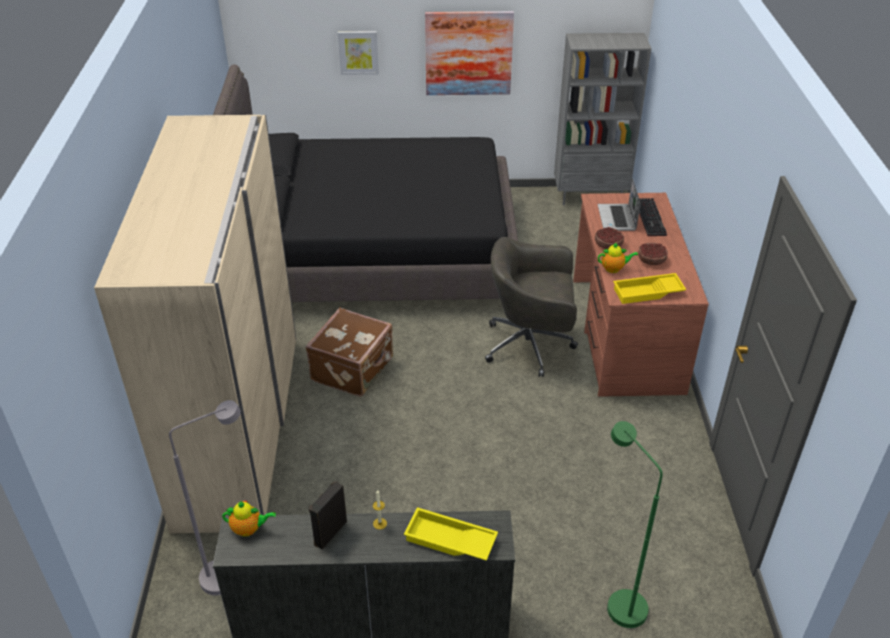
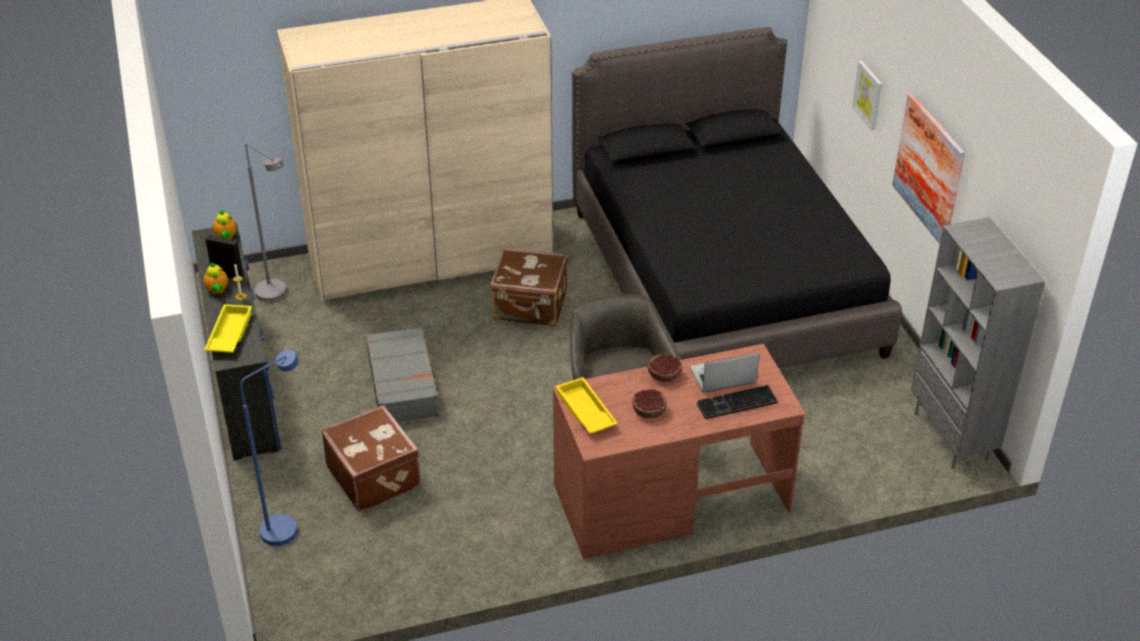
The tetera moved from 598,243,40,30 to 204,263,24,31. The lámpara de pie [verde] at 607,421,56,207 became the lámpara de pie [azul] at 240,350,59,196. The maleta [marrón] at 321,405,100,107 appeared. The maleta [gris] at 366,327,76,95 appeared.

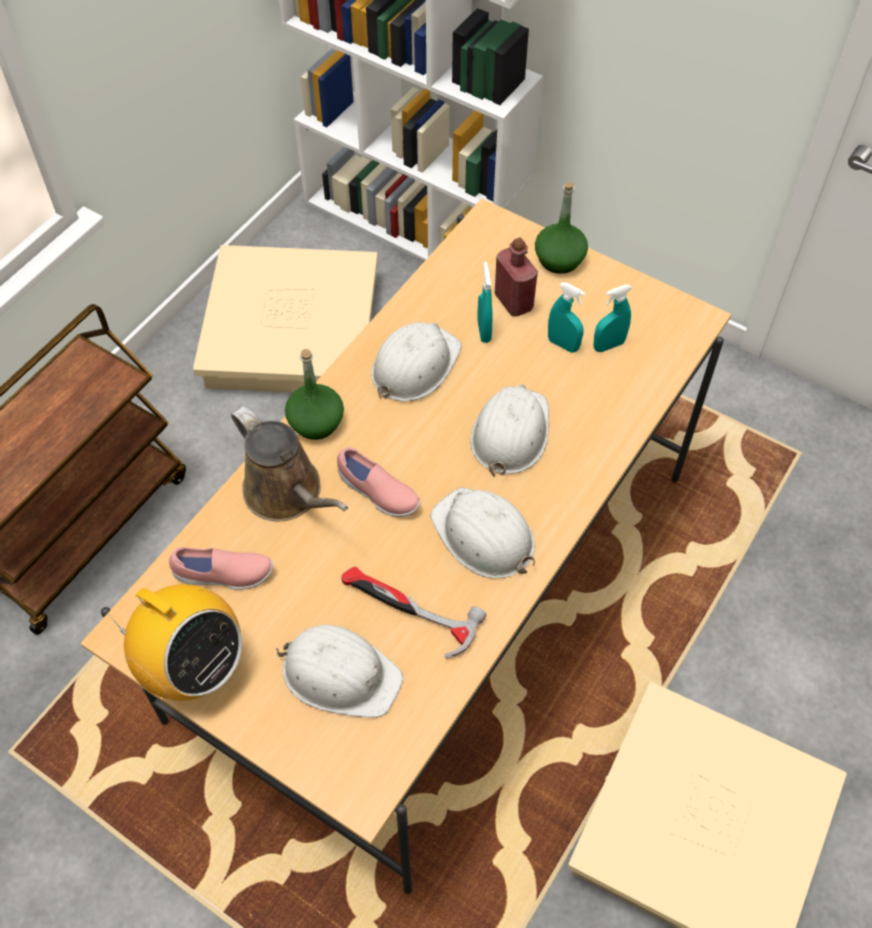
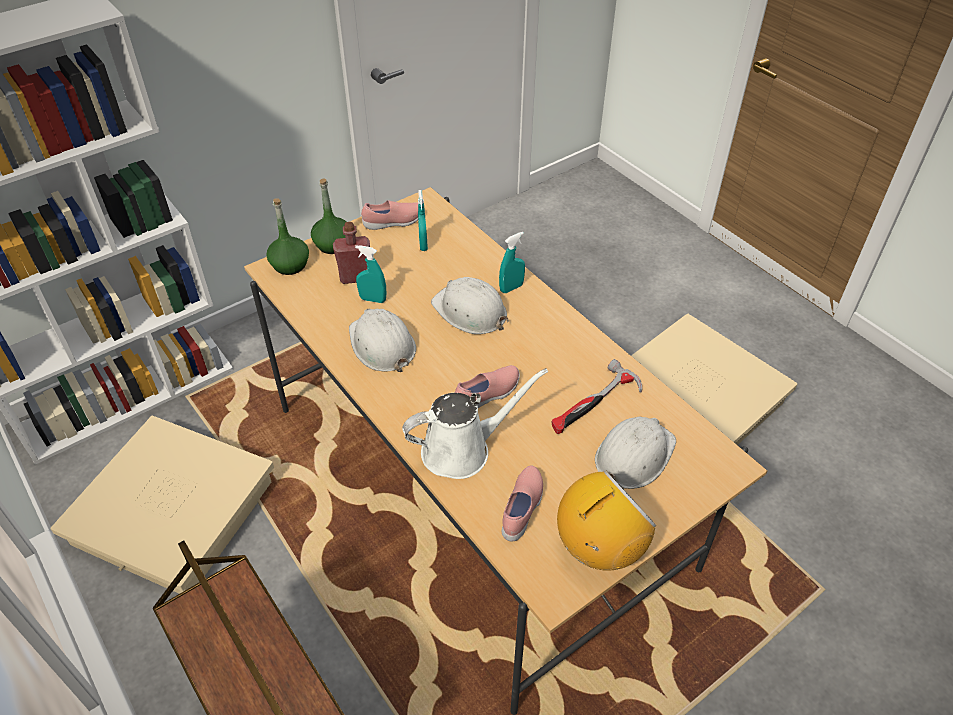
The regadera [marrón] at 231,406,117,115 became the regadera [blanco] at 402,368,146,111. The botella [verde] moved from 285,349,59,91 to 266,199,43,76. The casco [blanco] at 430,488,105,90 disappeared. The pulverizador [turquesa] moved from 548,282,37,70 to 499,232,26,61. The zapato [rosa] at 361,200,57,30 appeared.

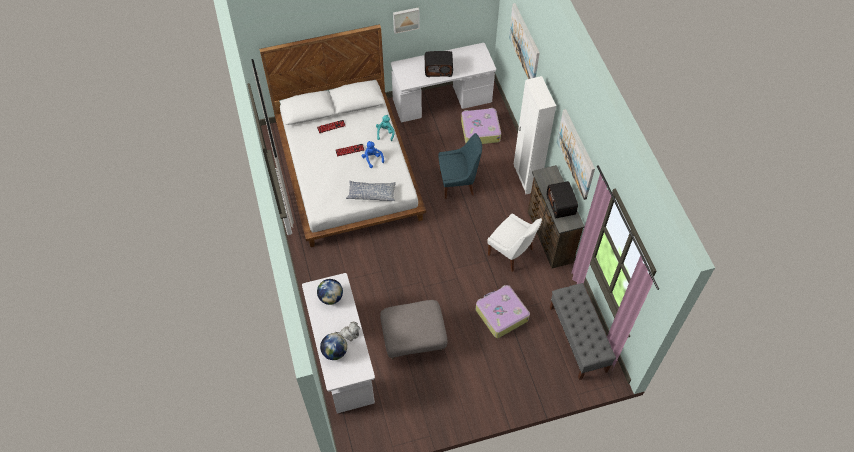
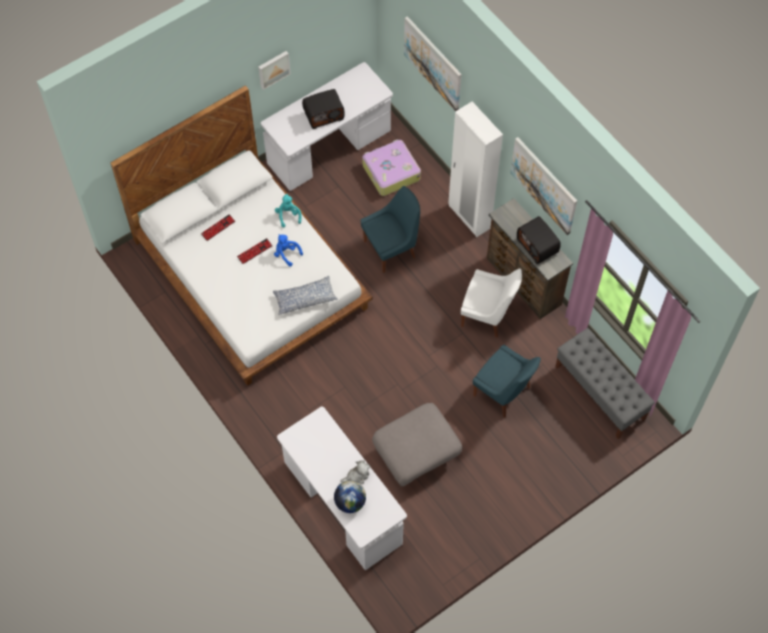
The globo terráqueo at 317,279,26,26 disappeared. The maleta at 476,285,54,53 was replaced by the silla [azul] at 473,345,68,73.

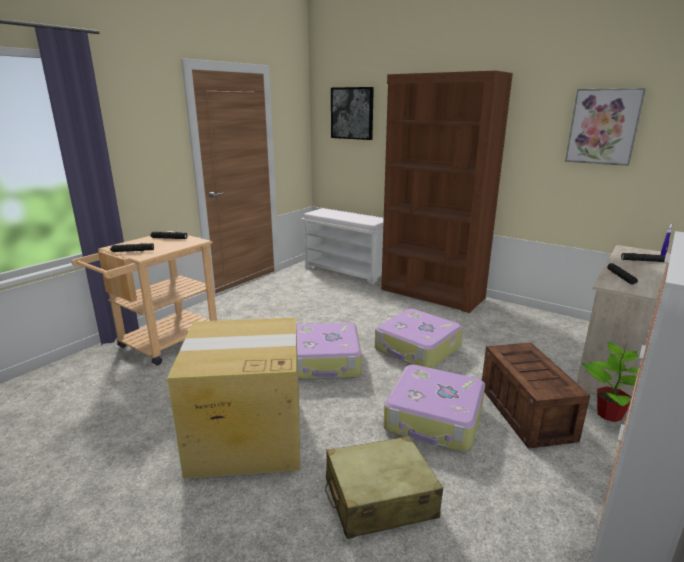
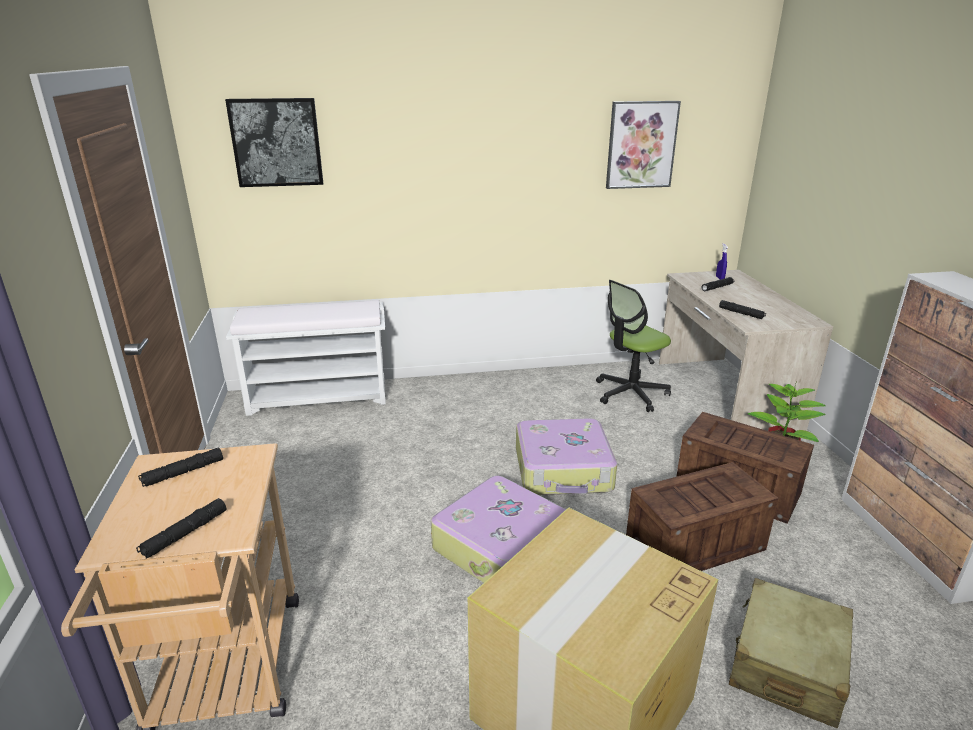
The estantería [marrón] at 381,71,132,242 disappeared. The maleta at 383,365,102,87 was replaced by the caja de embalaje at 626,462,153,109. The silla de oficina at 596,280,75,132 appeared.

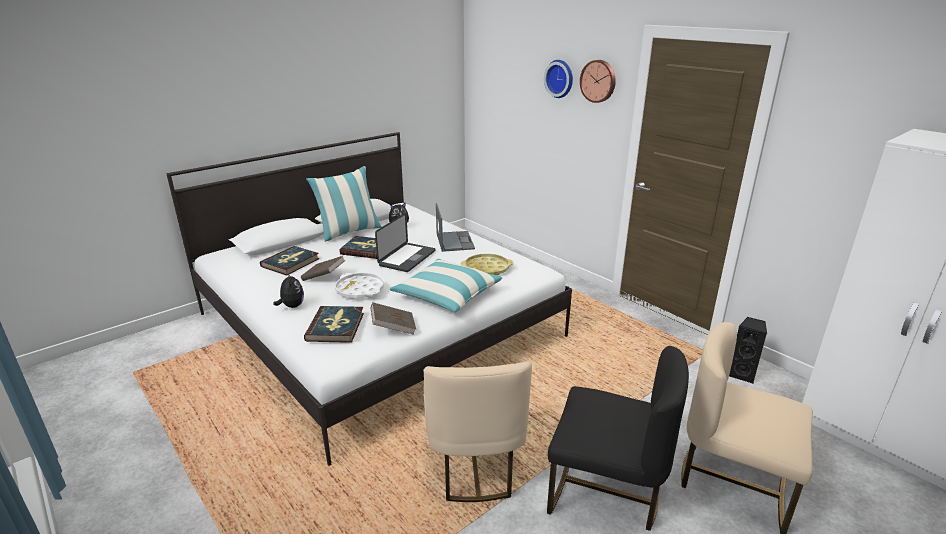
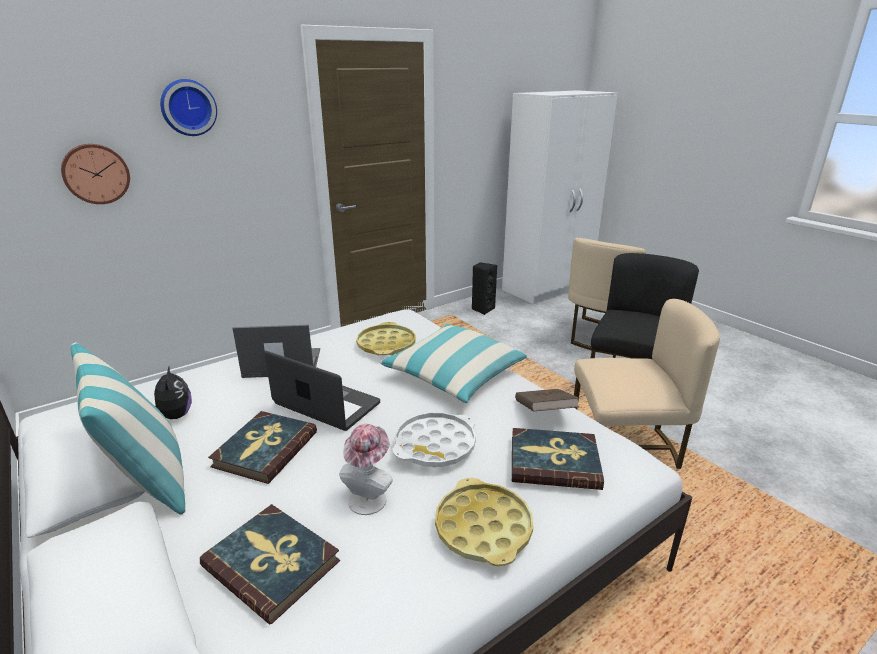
The peluche at 273,275,31,33 was replaced by the bandeja [amarillo] at 435,478,98,88. The libro [marrón] at 301,256,44,25 was replaced by the sombrero at 340,424,53,91. The reloj de pared moved from 580,60,36,43 to 61,144,69,60.

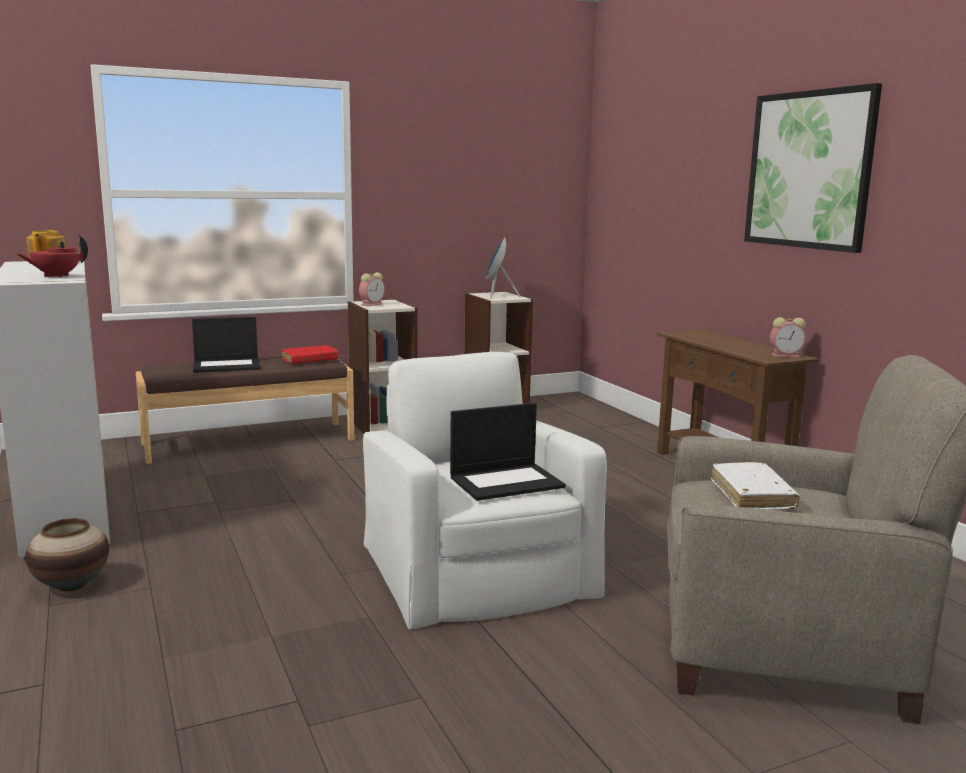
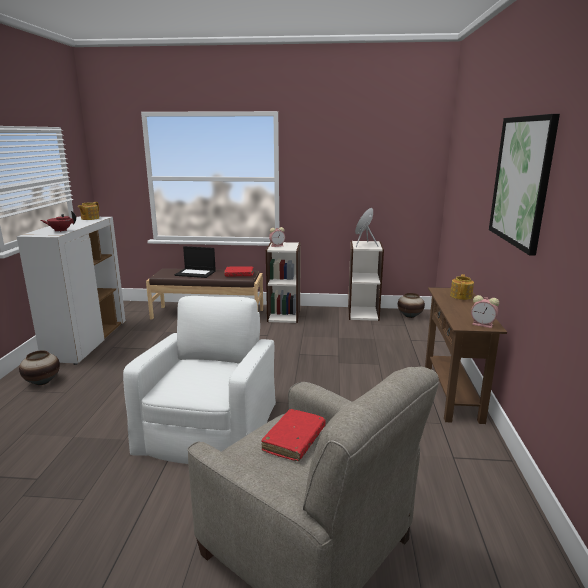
The portátil at 450,403,116,98 disappeared. The libro [blanco] at 711,462,89,48 became the libro [rojo] at 261,409,65,52. The florero at 398,293,27,25 appeared. The tetera at 450,274,24,26 appeared.

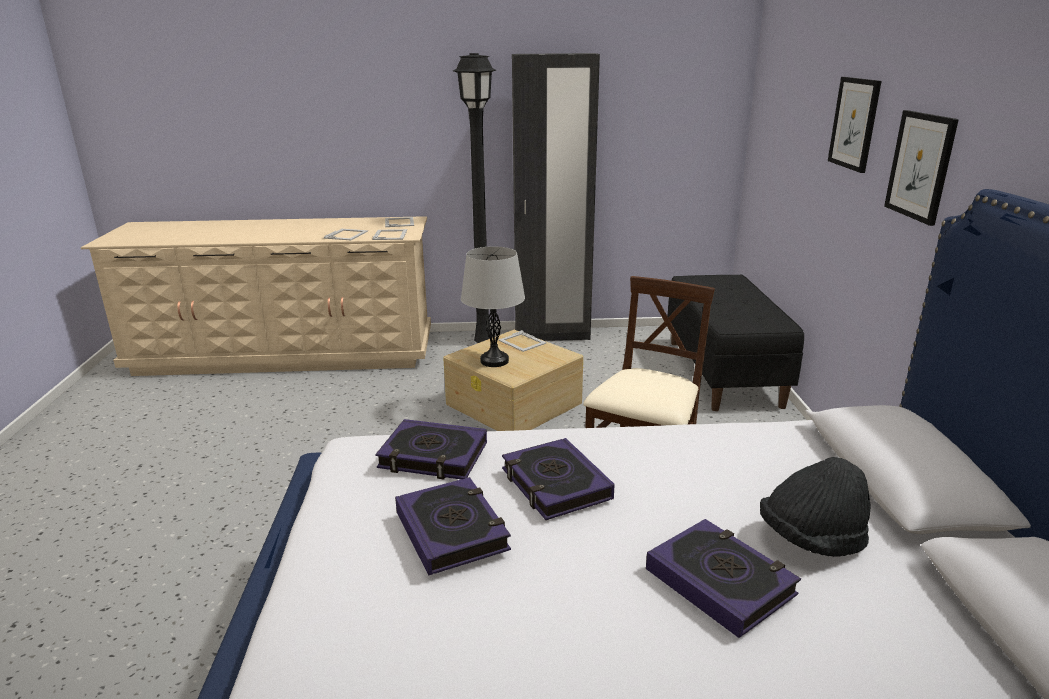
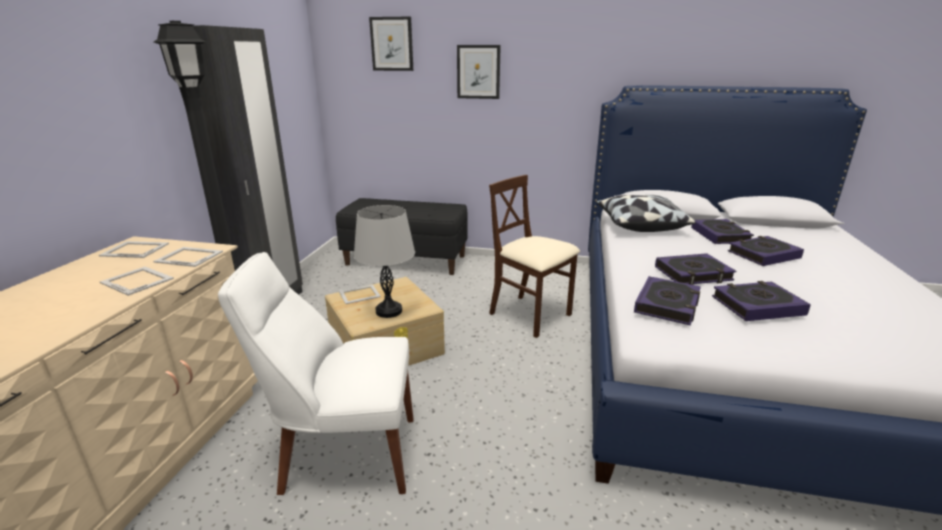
The sombrero [negro] at 760,457,110,100 was replaced by the libro at 691,219,63,25. The cuadro moved from 884,110,75,116 to 369,17,44,54. The silla [blanco] at 218,252,195,243 appeared. The cojín at 596,195,100,37 appeared.

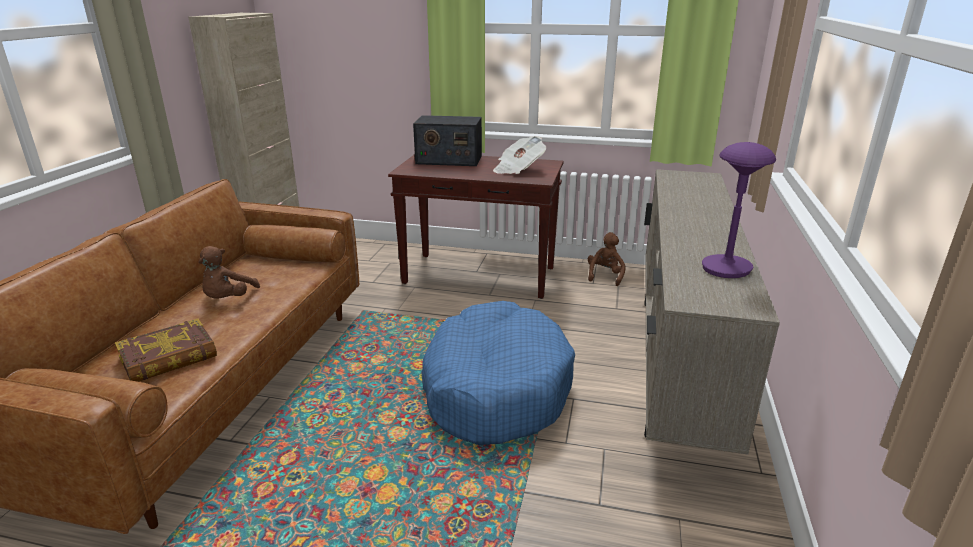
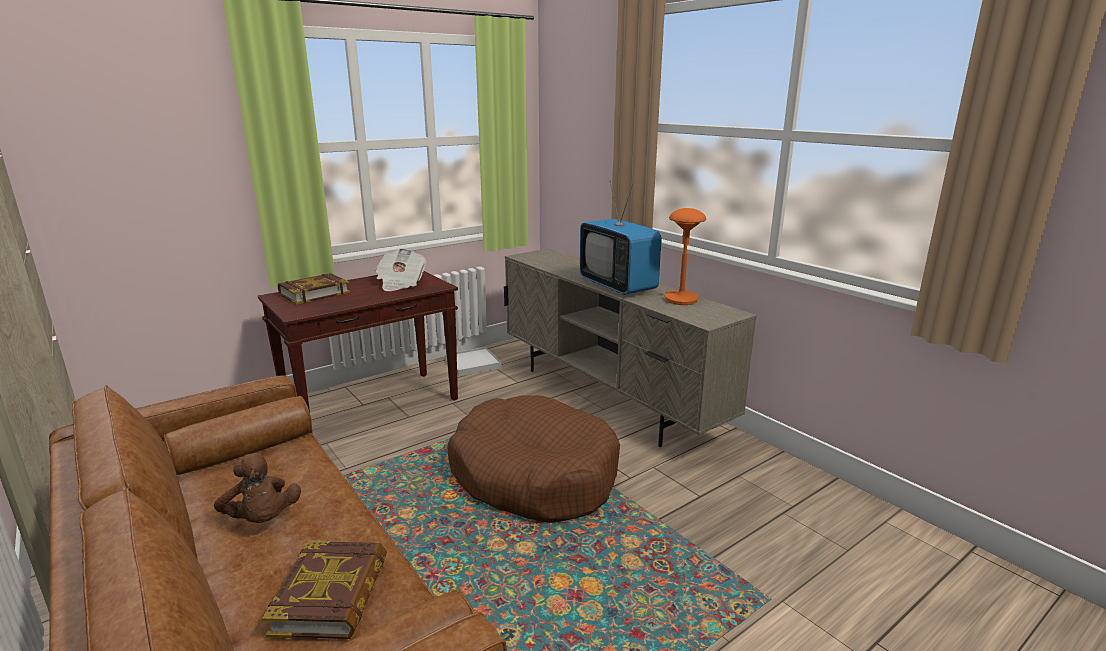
The radio at 413,115,69,51 was replaced by the libro at 278,273,72,31. The cama para perro [azul] at 421,301,154,144 became the cama para perro [marrón] at 447,396,173,127. The peluche [marrón] at 588,232,38,54 was replaced by the bandeja [blanco] at 445,347,56,30. The lámpara de mesa [morado] at 702,142,74,136 became the lámpara de mesa [naranja] at 665,208,41,97. The televisor at 580,182,82,113 appeared.

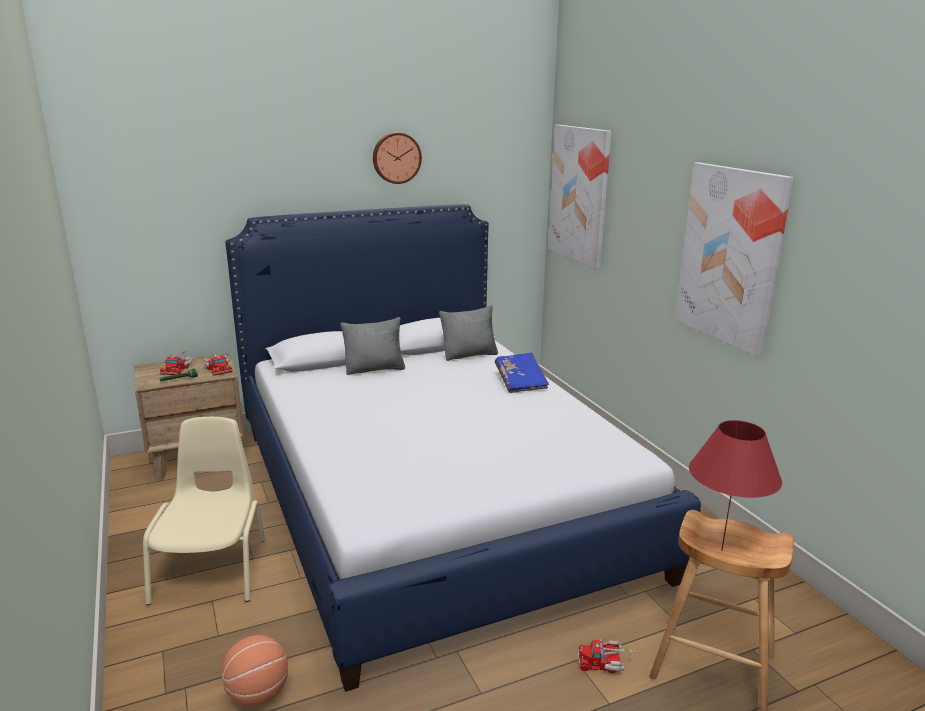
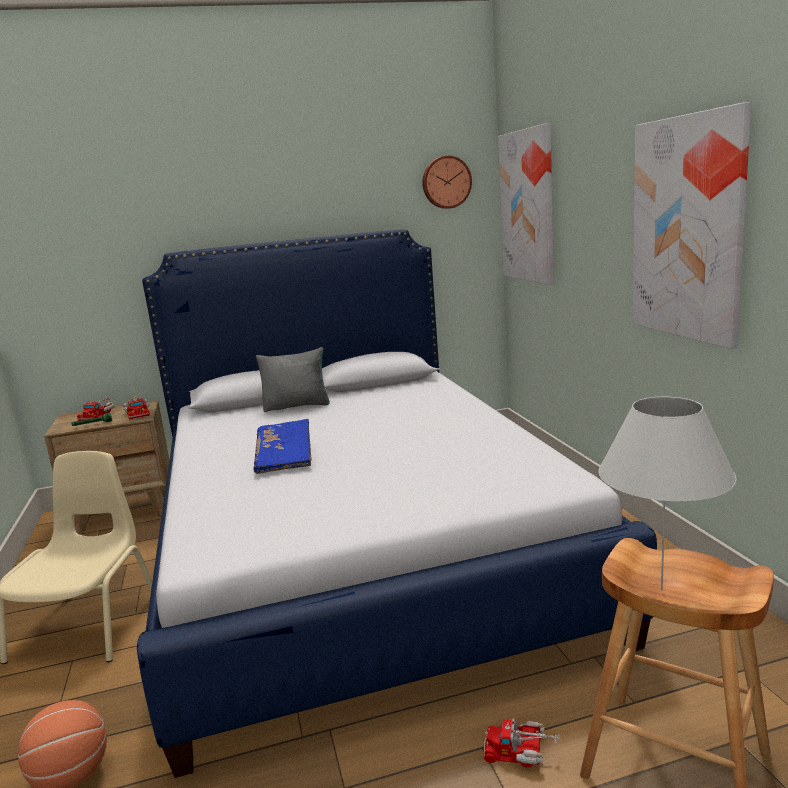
The reloj de pared moved from 373,132,49,52 to 422,156,50,53. The cojín [gris] at 439,305,59,56 disappeared. The libro [azul] moved from 495,353,54,40 to 254,419,58,55. The lámpara de mesa [rojo] at 689,420,93,131 became the lámpara de mesa [blanco] at 598,397,139,194.

